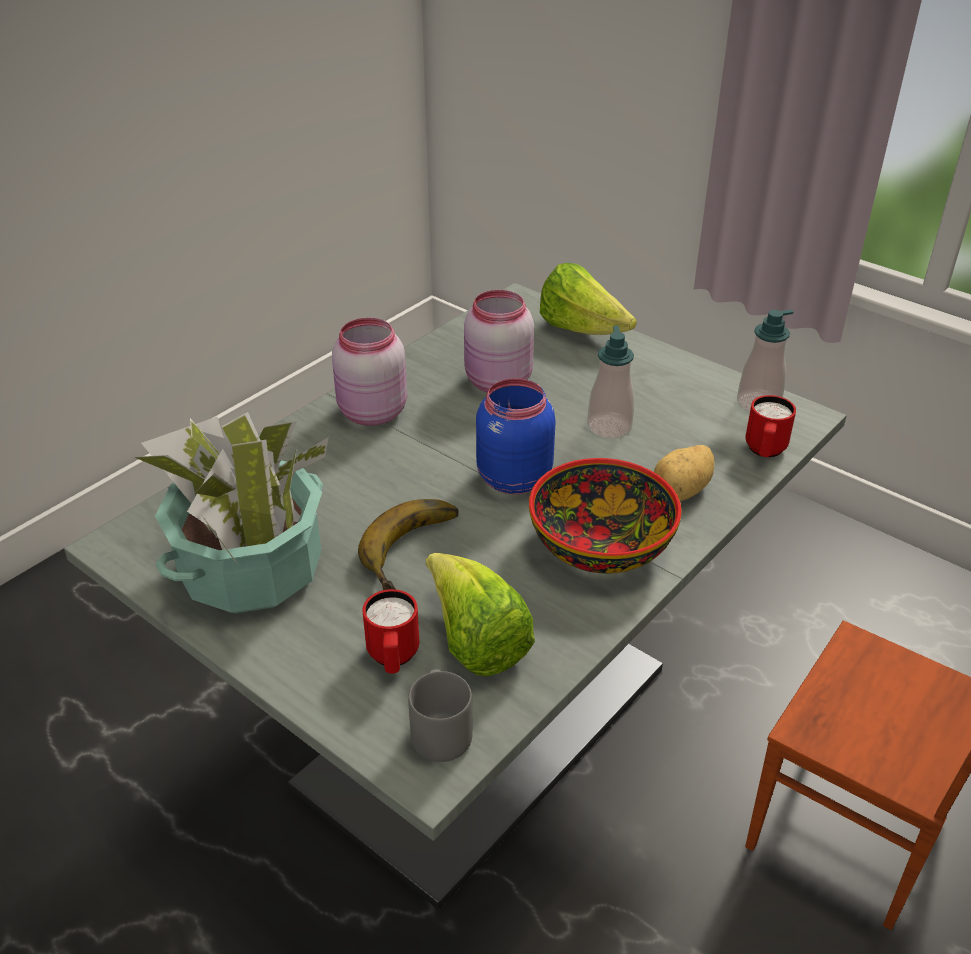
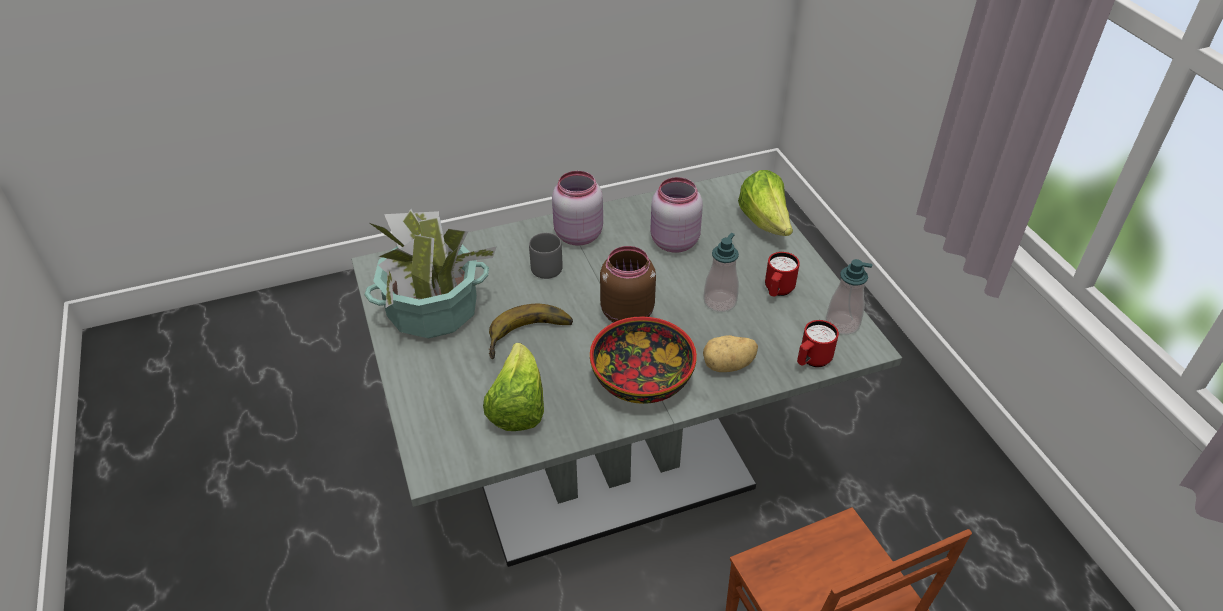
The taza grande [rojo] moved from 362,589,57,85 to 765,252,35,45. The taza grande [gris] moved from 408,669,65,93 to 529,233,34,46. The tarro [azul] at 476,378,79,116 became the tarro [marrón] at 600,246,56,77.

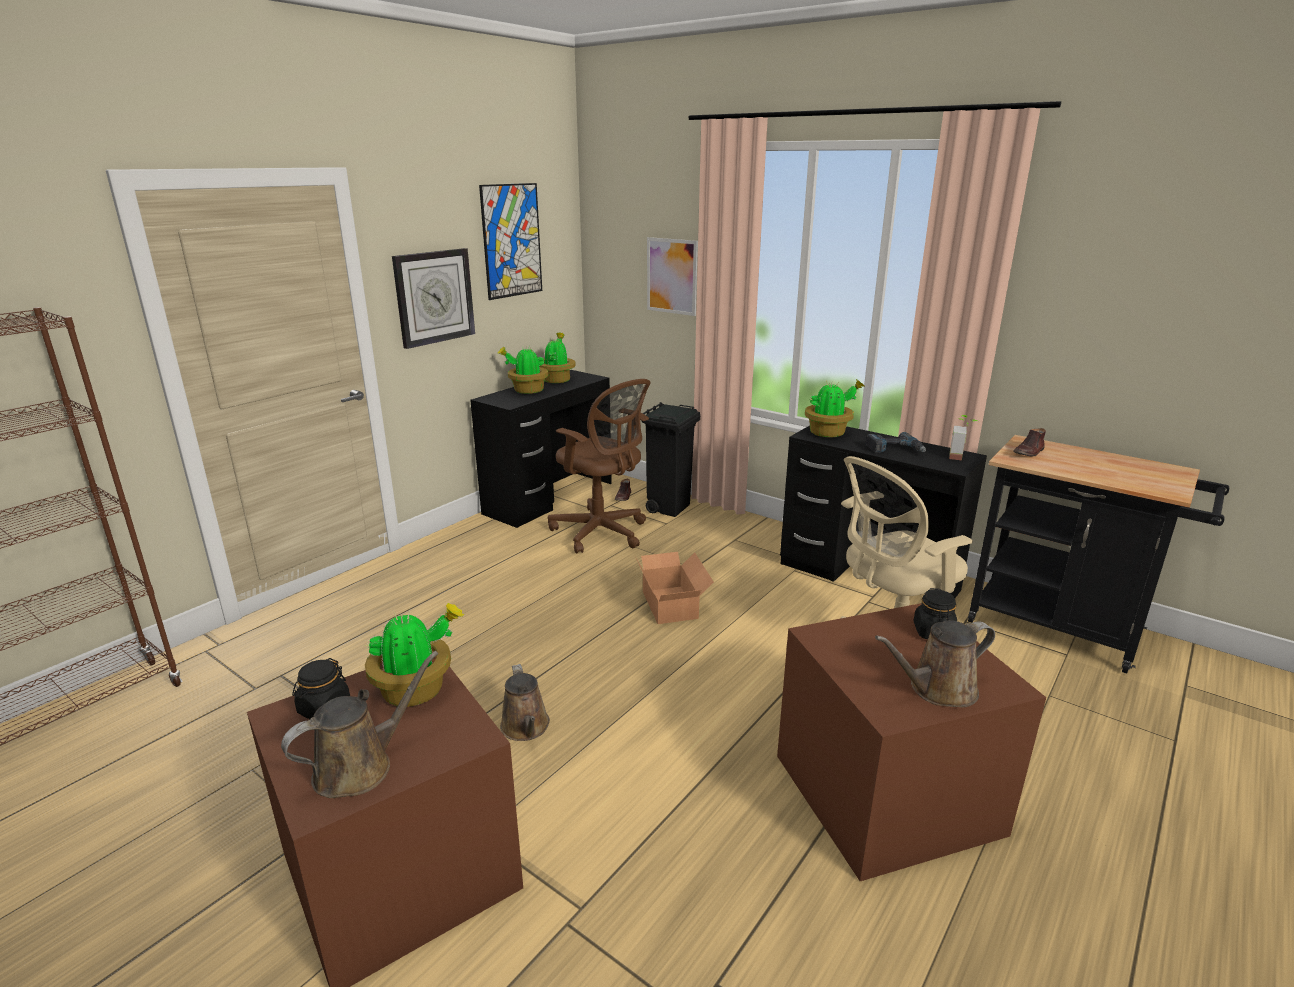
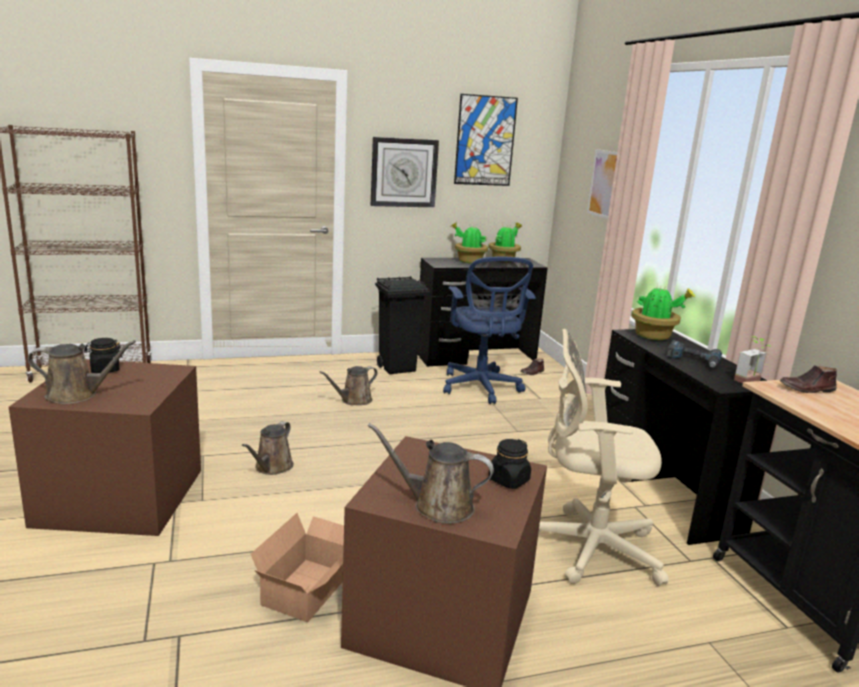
The planta en maceta at 365,603,99,104 disappeared. The silla de oficina [marrón] at 548,379,103,175 became the silla de oficina [azul] at 443,256,93,148. The caja de cartón moved from 636,552,78,72 to 251,513,93,109. The papelera [negro] moved from 642,402,58,115 to 375,276,55,98. The regadera [marrón] at 319,366,59,39 appeared.

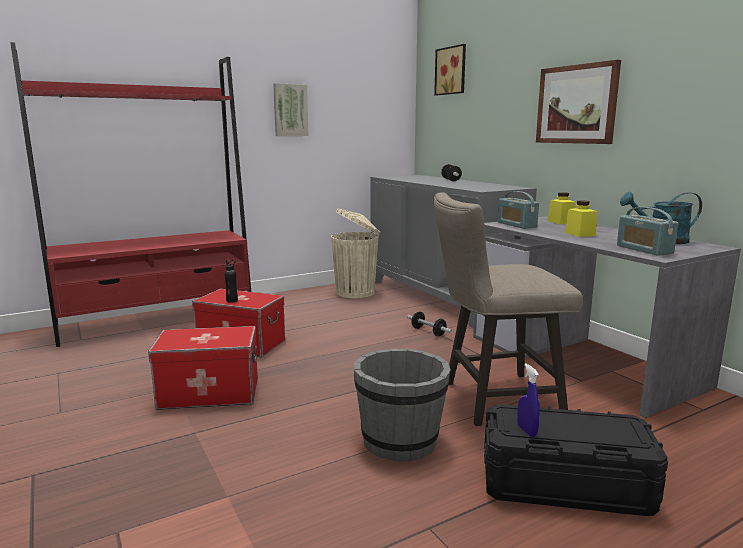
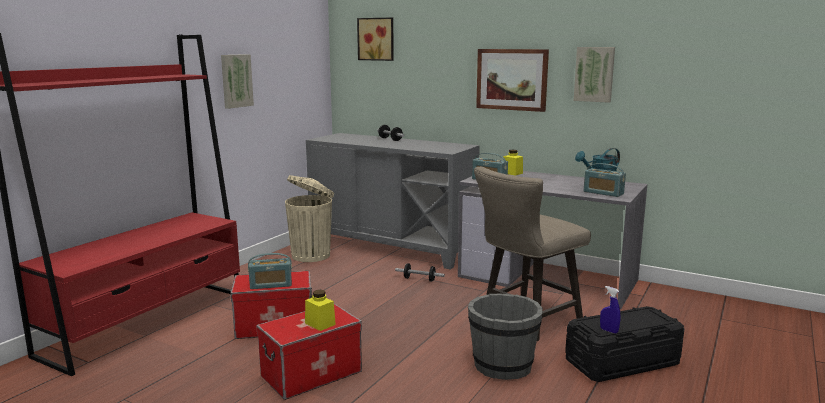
The botella [negro] at 224,260,14,43 was replaced by the radio at 248,253,44,36. The tarro [amarillo] moved from 565,200,32,37 to 305,290,31,41. The cuadro at 574,47,41,56 appeared.

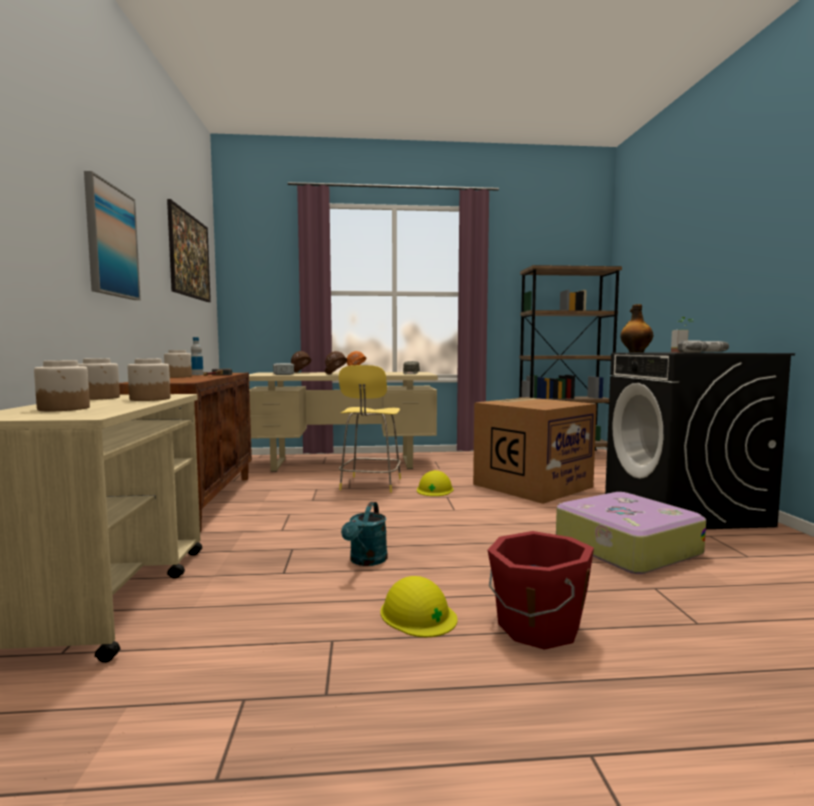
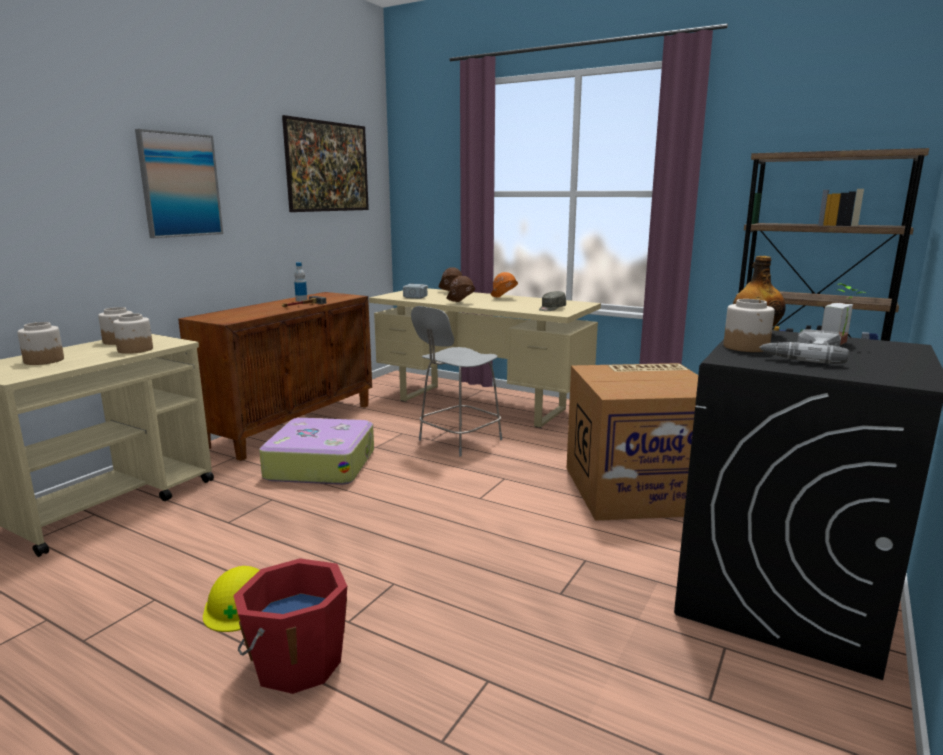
The tarro moved from 164,350,28,28 to 724,299,51,53. The taburete [amarillo] at 339,365,62,128 became the taburete [gris] at 411,306,91,150. The regadera [turquesa] at 341,502,47,64 disappeared. The casco [amarillo] at 417,470,37,26 disappeared. The maleta moved from 556,492,150,82 to 259,418,115,67.

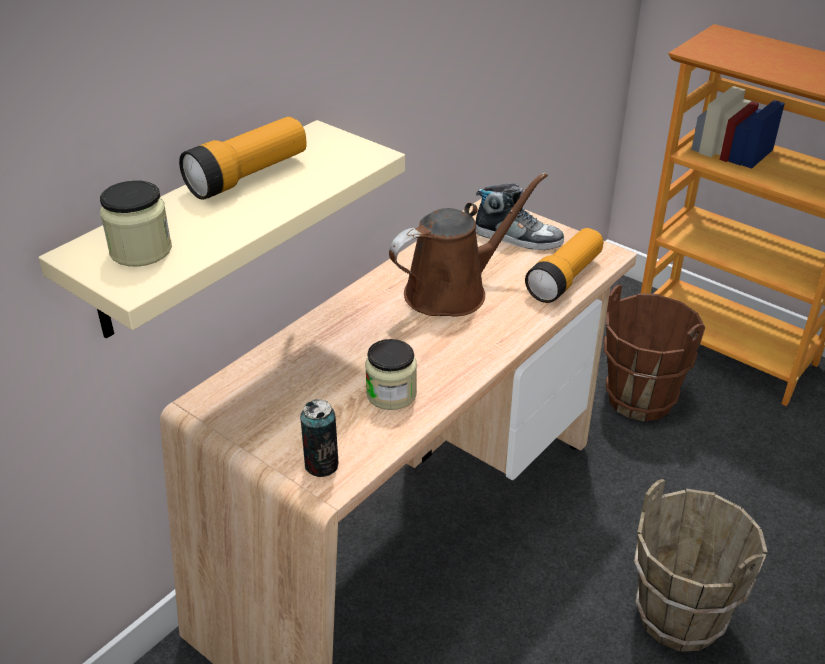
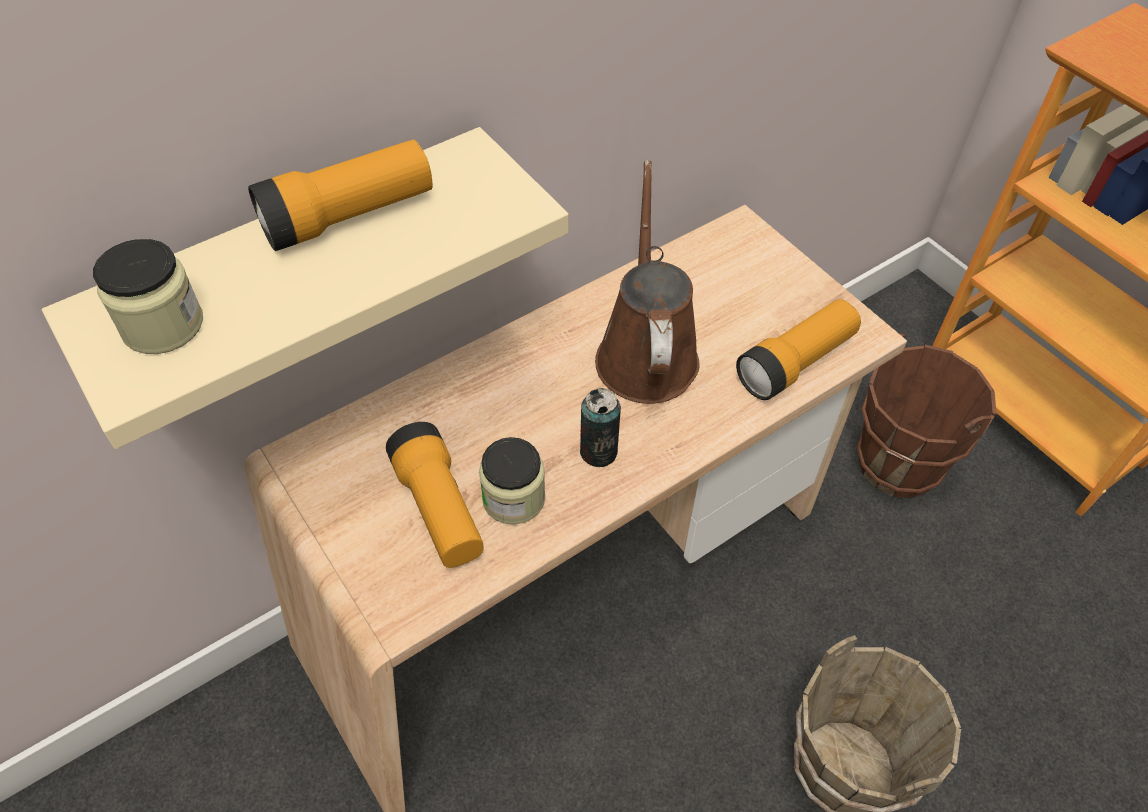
The lata moved from 300,399,39,78 to 580,388,41,79. The regadera [marrón] at 389,172,159,145 turned 75 degrees counterclockwise. The zapato at 475,183,89,67 disappeared. The linterna at 386,422,98,146 appeared.

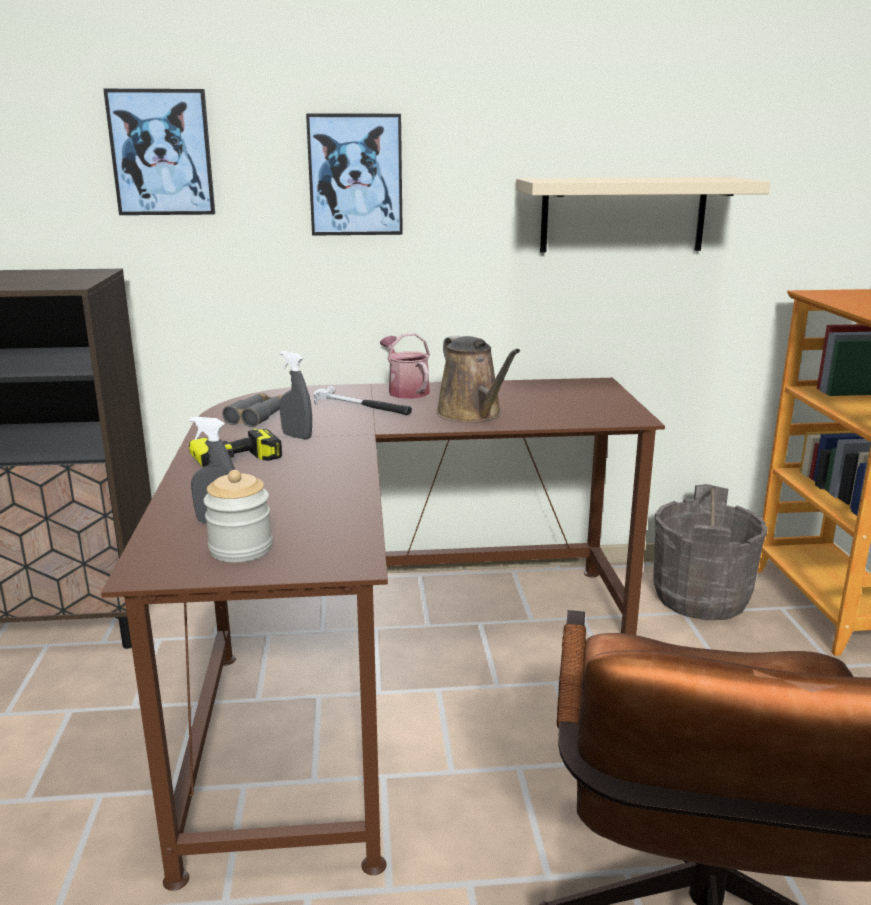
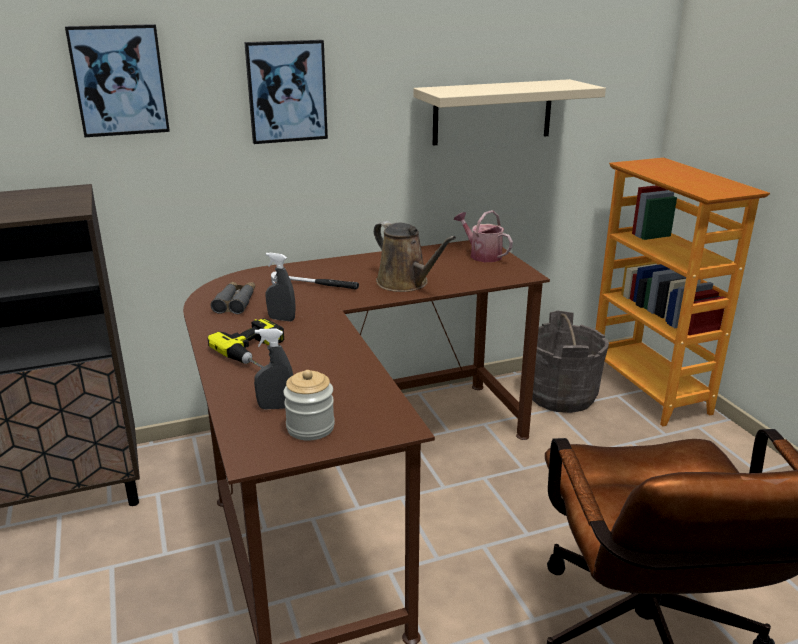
The regadera moved from 380,333,50,66 to 454,210,59,52.

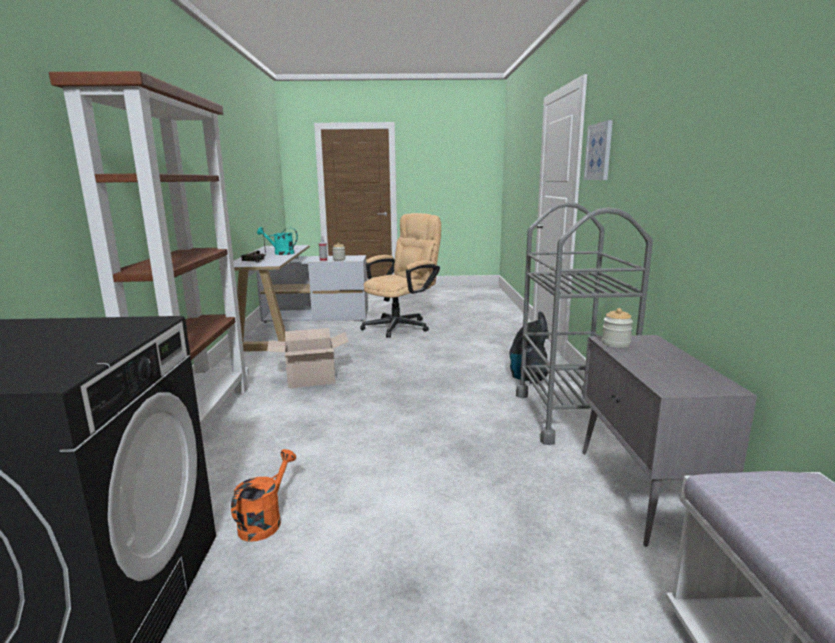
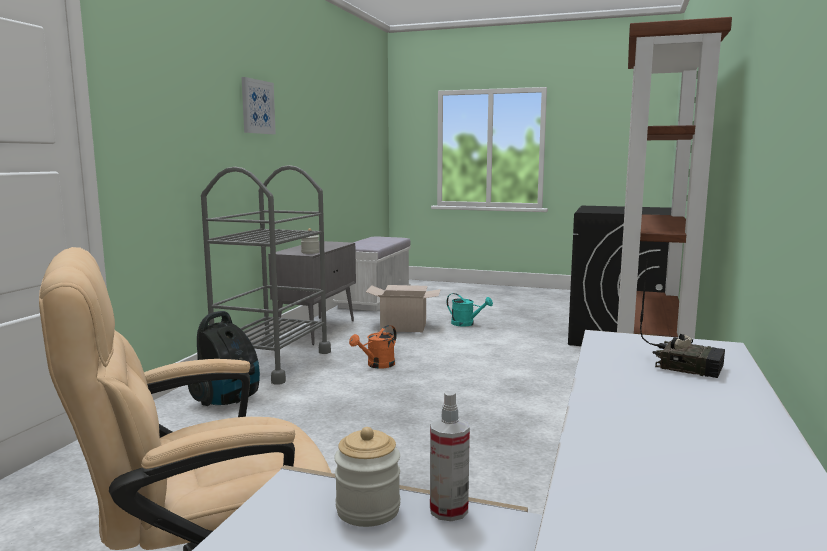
The regadera [naranja] moved from 231,449,65,93 to 349,325,48,44. The regadera [turquesa] moved from 257,227,41,28 to 447,293,46,33. The caja de cartón moved from 267,328,82,60 to 366,285,75,47. The cuadro moved from 584,120,29,60 to 242,77,34,57.

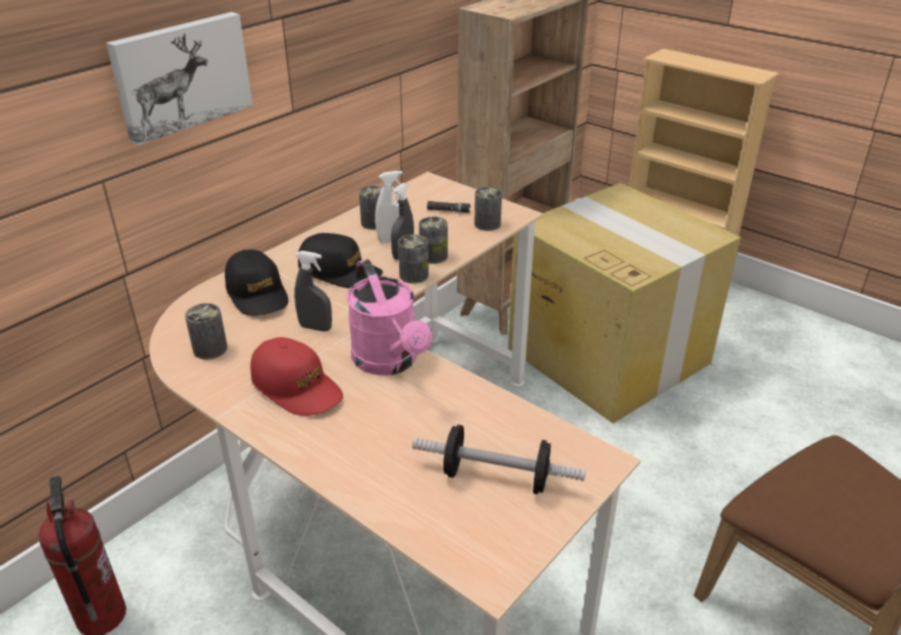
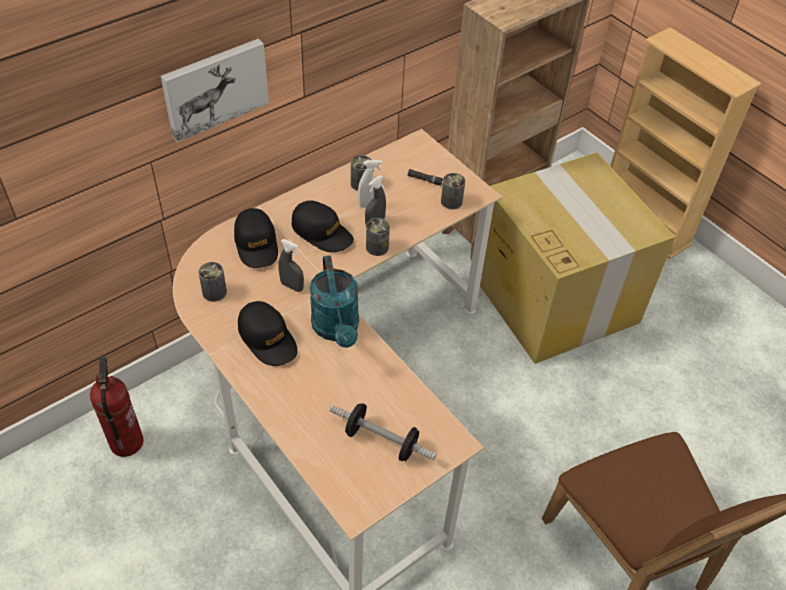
The gorra [rojo] at 250,337,93,79 became the gorra [negro] at 238,301,60,65. The regadera [rosa] at 346,259,86,116 became the regadera [turquesa] at 309,255,50,93. The lata at 419,217,29,47 disappeared.

